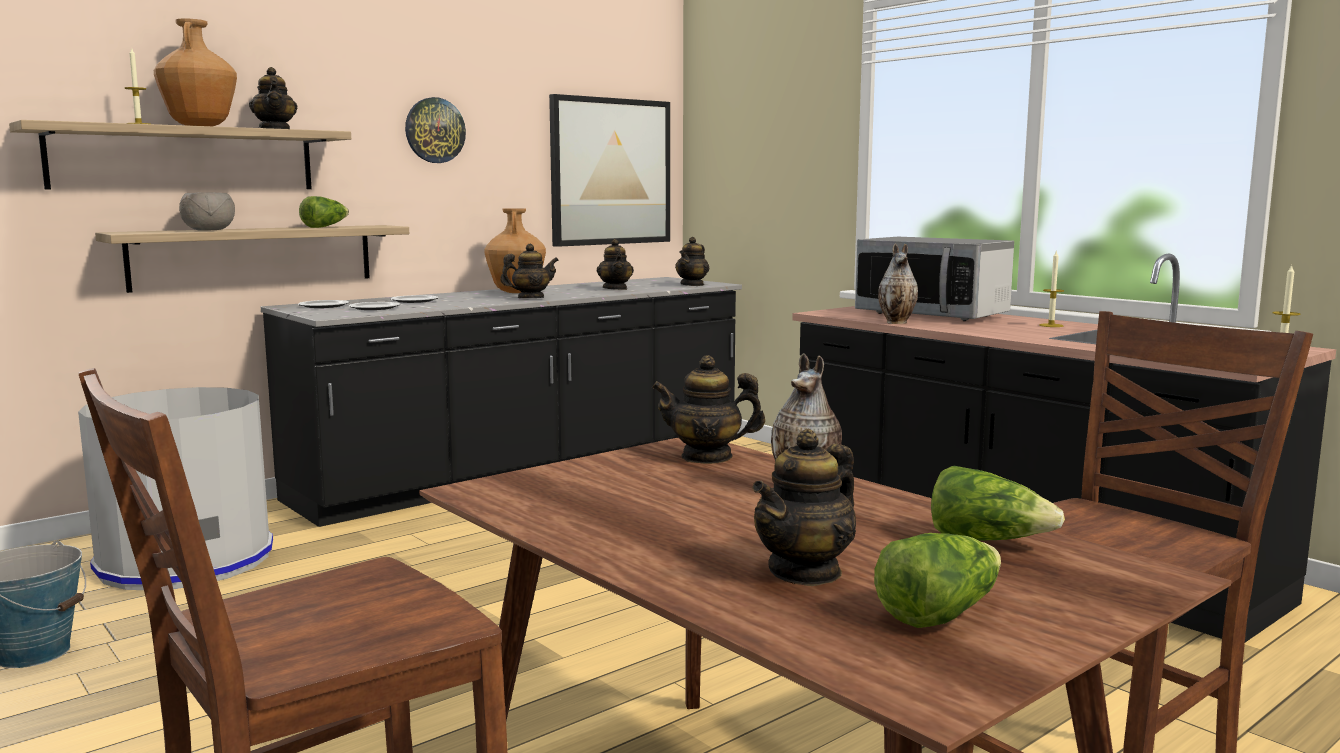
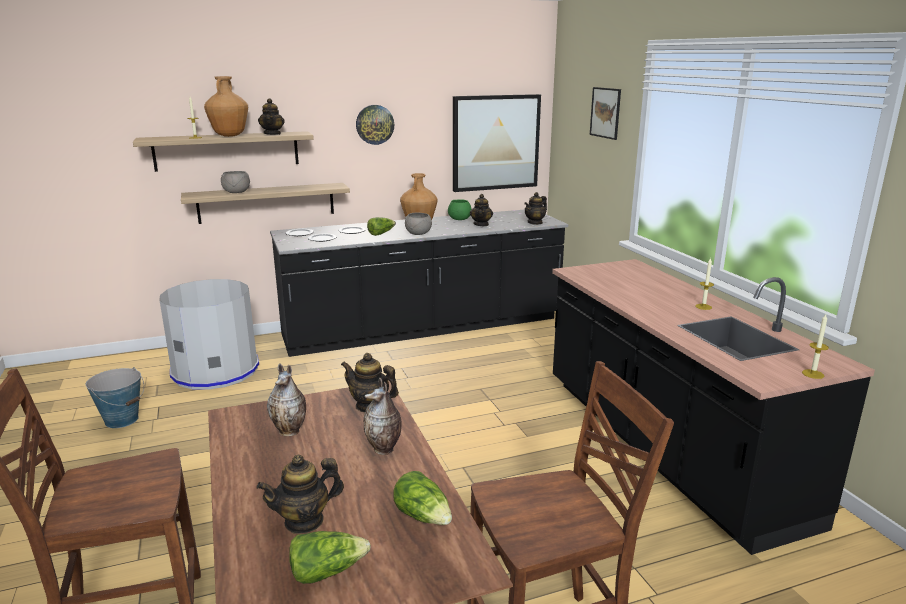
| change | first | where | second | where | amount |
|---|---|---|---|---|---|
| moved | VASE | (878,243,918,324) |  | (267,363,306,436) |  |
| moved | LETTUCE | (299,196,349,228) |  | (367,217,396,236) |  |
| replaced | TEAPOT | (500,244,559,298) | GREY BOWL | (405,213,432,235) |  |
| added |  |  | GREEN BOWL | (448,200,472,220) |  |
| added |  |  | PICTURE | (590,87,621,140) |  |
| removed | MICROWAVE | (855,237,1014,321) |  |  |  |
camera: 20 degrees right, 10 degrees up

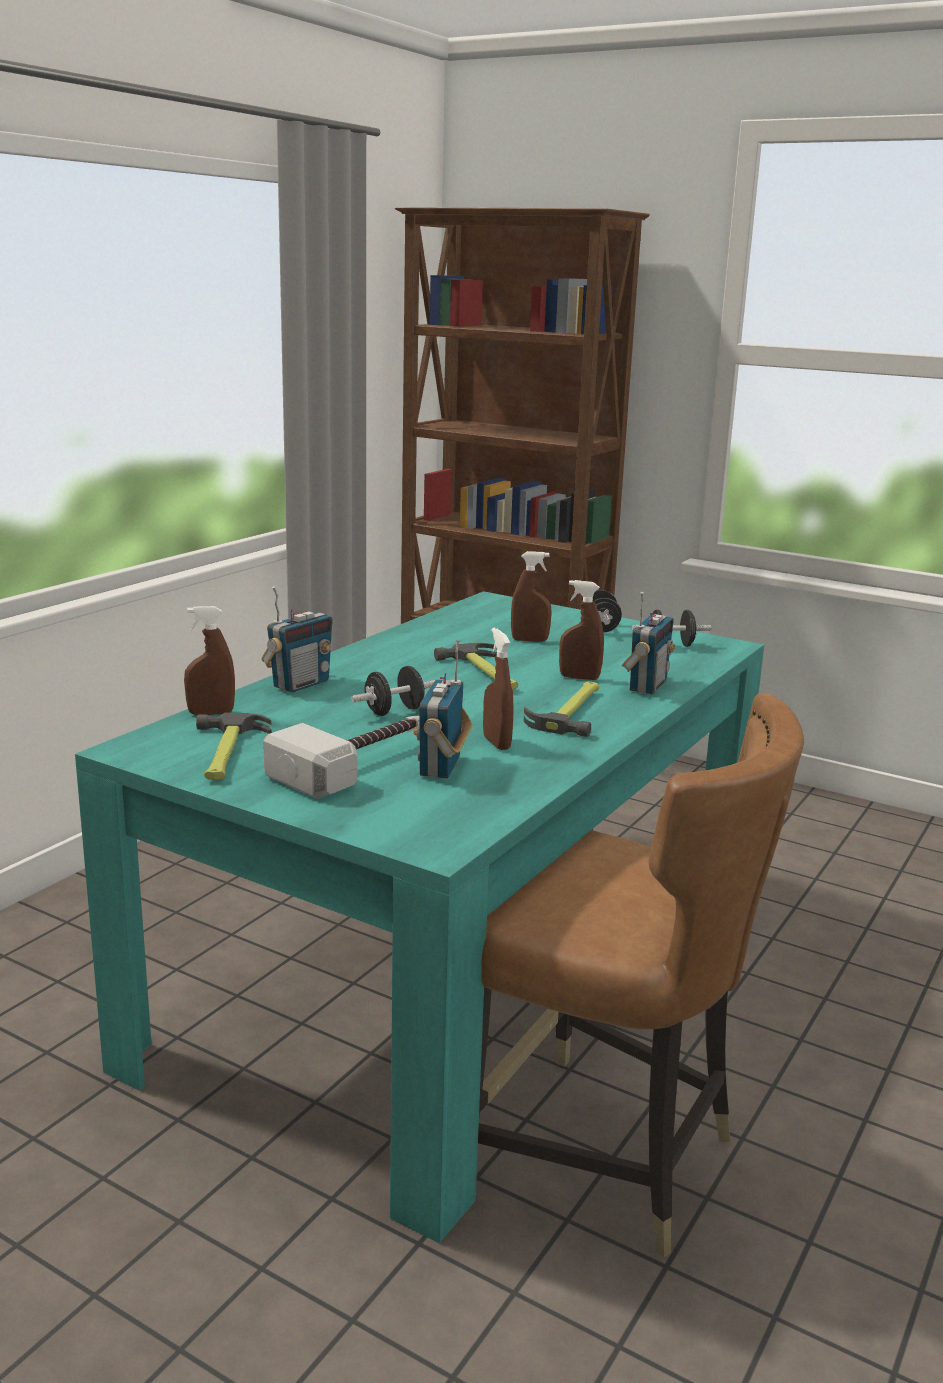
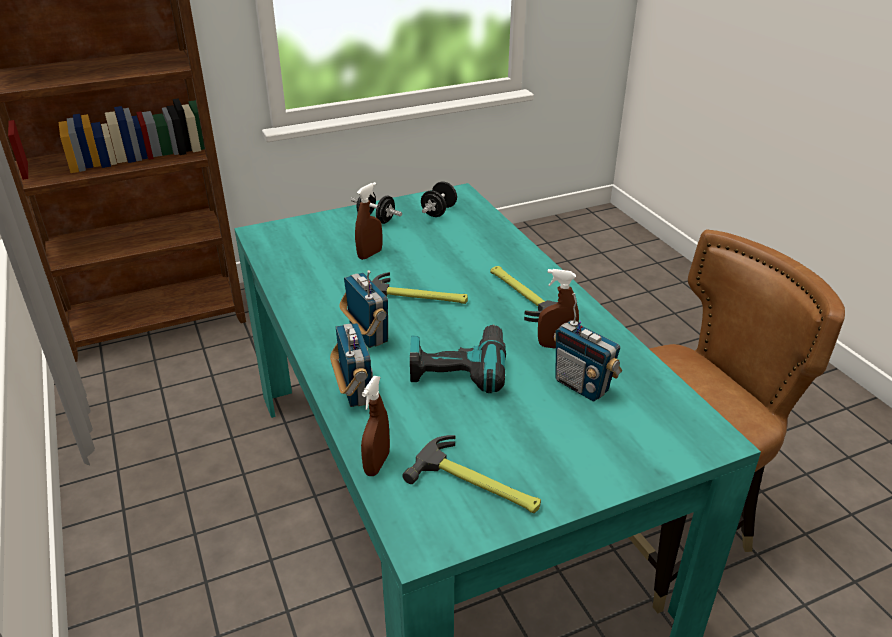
| change | first | where | second | where | amount |
|---|---|---|---|---|---|
| moved | RADIO | (621,592,675,694) |  | (340,270,388,348) |  |
| replaced | BLACK DUMBBELL | (351,666,435,716) | POWER DRILL | (410,324,506,393) |  |
| removed | HAMMER | (263,716,420,799) |  |  |  |
| removed | BROWN SPRAY BOTTLE | (559,580,604,680) |  |  |  |
camera: 55 degrees left, 15 degrees up

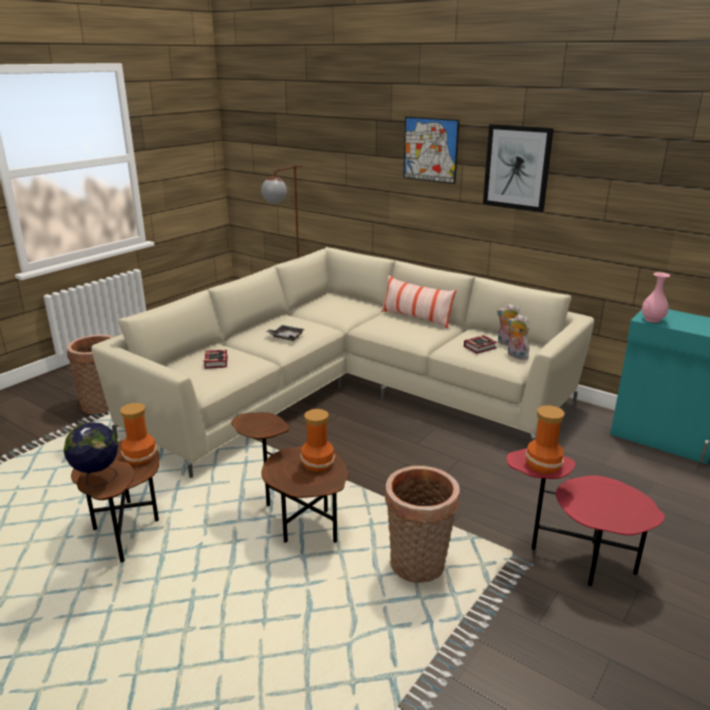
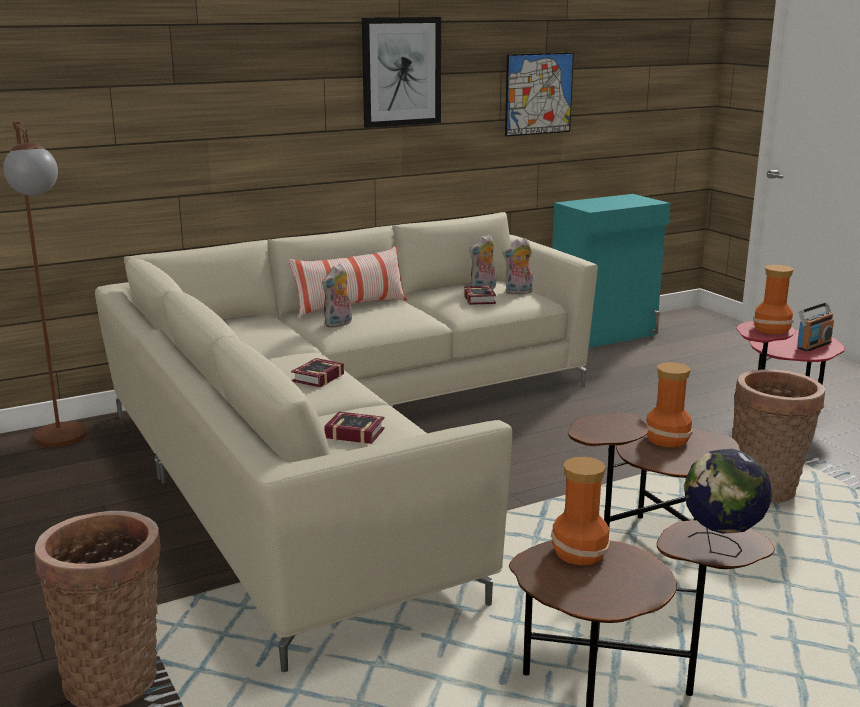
| change | first | where | second | where | amount |
|---|---|---|---|---|---|
| replaced | GREY TRAY | (266,325,305,341) | BOOK | (291,358,344,387) |  |
| added |  |  | PLUSH TOY | (322,264,352,328) |  |
| moved | PICTURE | (403,117,459,184) |  | (505,52,574,137) |  |
| added |  |  | RADIO | (797,302,834,352) |  |
| removed | PINK VASE | (642,272,670,323) |  |  |  |
camera: 65 degrees left, 5 degrees down

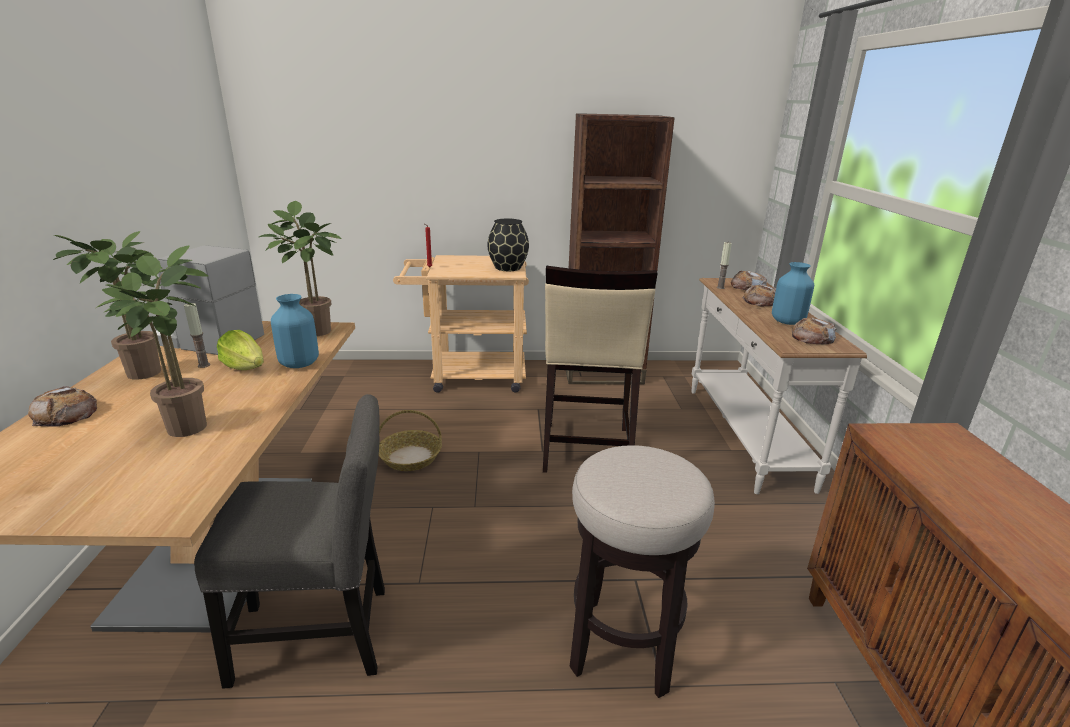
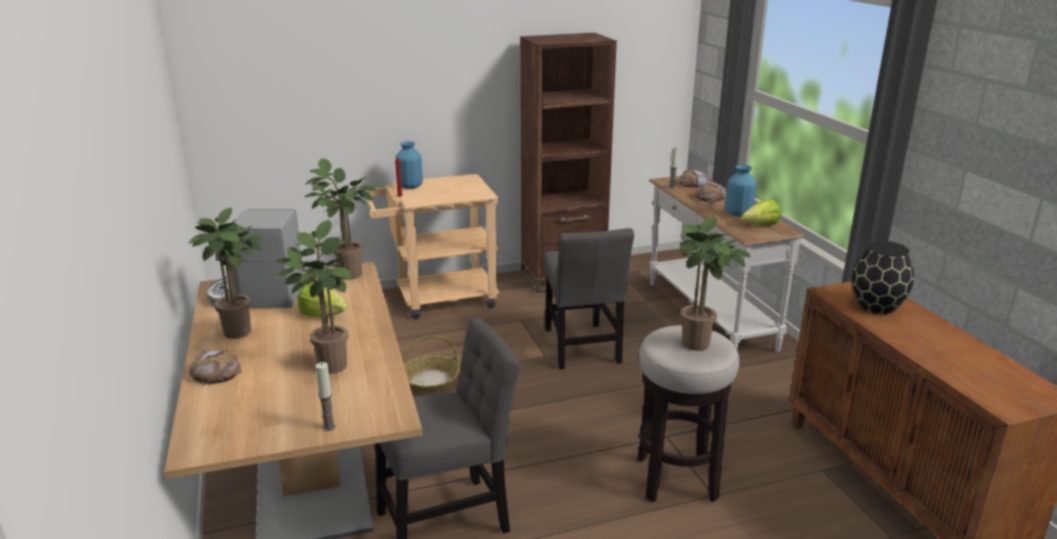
| change | first | where | second | where | amount |
|---|---|---|---|---|---|
| moved | CANDLE | (184,303,210,368) |  | (316,362,336,431) |  |
| moved | BLUE VASE | (271,294,319,368) |  | (396,141,423,189) |  |
| replaced | BEIGE STOOL | (543,265,658,473) | GREY CHAIR | (544,228,634,369) |  |
| added |  |  | POTTED PLANT | (680,217,750,351) |  |
| replaced | BREAD | (791,318,836,345) | LETTUCE | (741,200,781,226) |  |
| moved | BLACK VASE | (487,219,529,271) |  | (852,241,914,314) |  |
camera: 15 degrees left, 0 degrees up

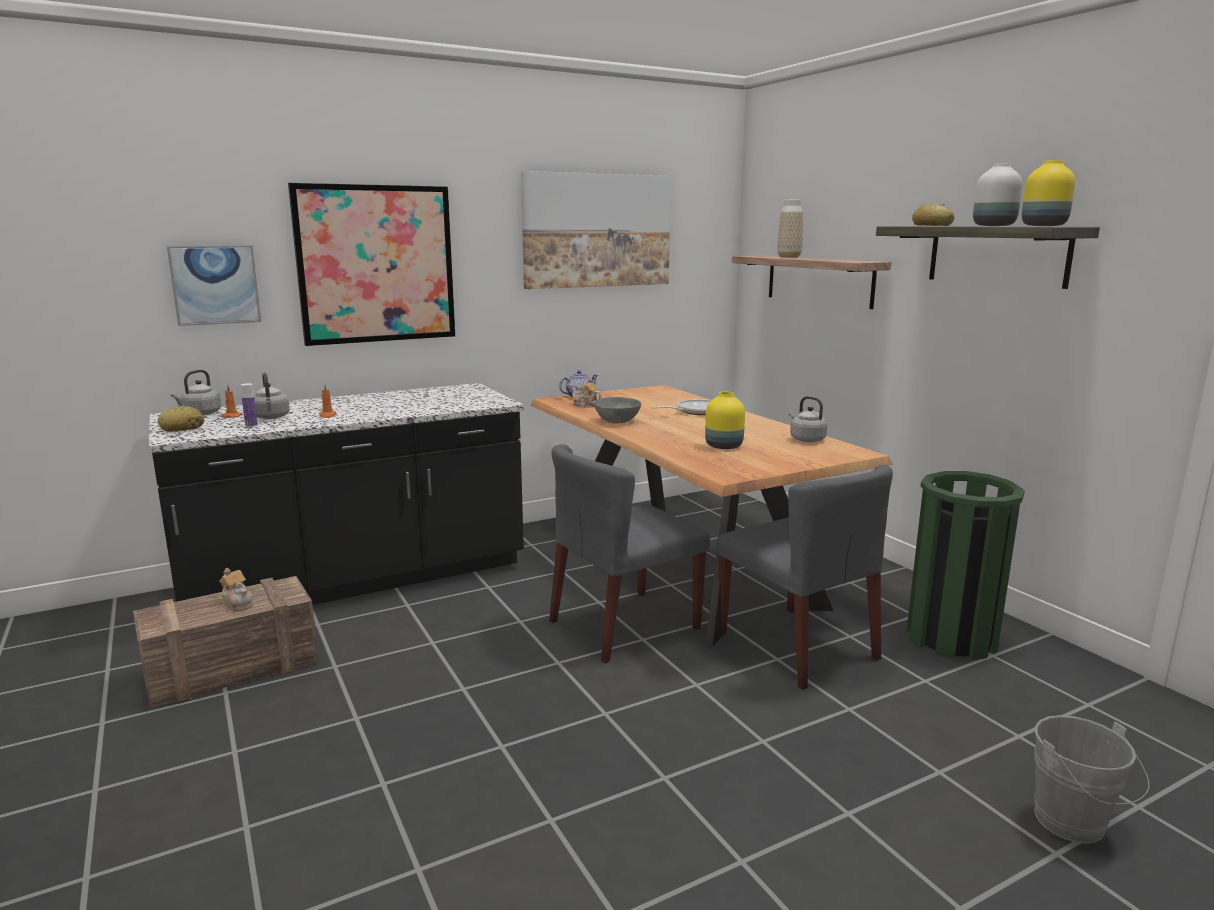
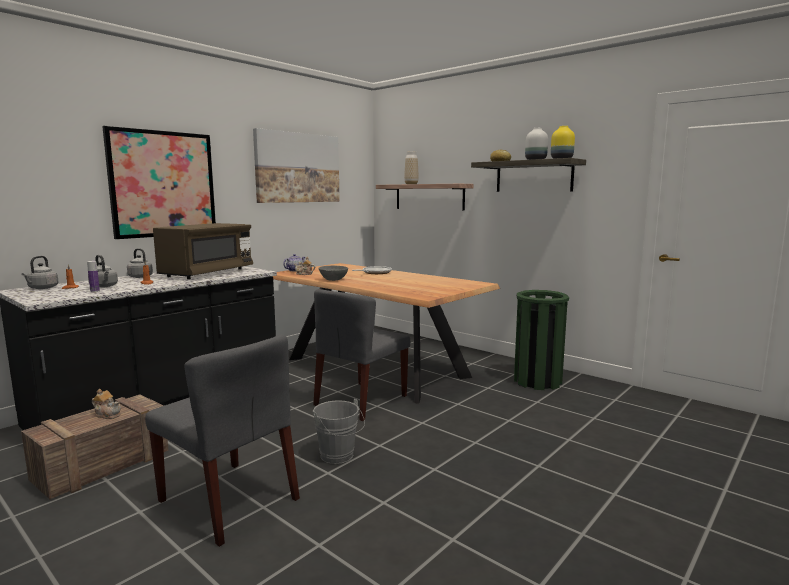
| change | first | where | second | where | amount |
|---|---|---|---|---|---|
| moved | GREY KETTLE | (789,396,827,442) |  | (127,248,153,278) |  |
| moved | GREY CHAIR | (716,465,893,690) |  | (145,334,300,547) |  |
| added |  |  | BROWN MICROWAVE | (153,223,253,279) |  |
| moved | GREY BUCKET | (1034,715,1150,843) |  | (313,399,365,464) |  |
| removed | BREAD | (158,406,204,432) |  |  |  |
| removed | PICTURE | (167,245,261,326) |  |  |  |
| removed | YELLOW VASE | (705,392,745,449) |  |  |  |
camera: 20 degrees left, 5 degrees down

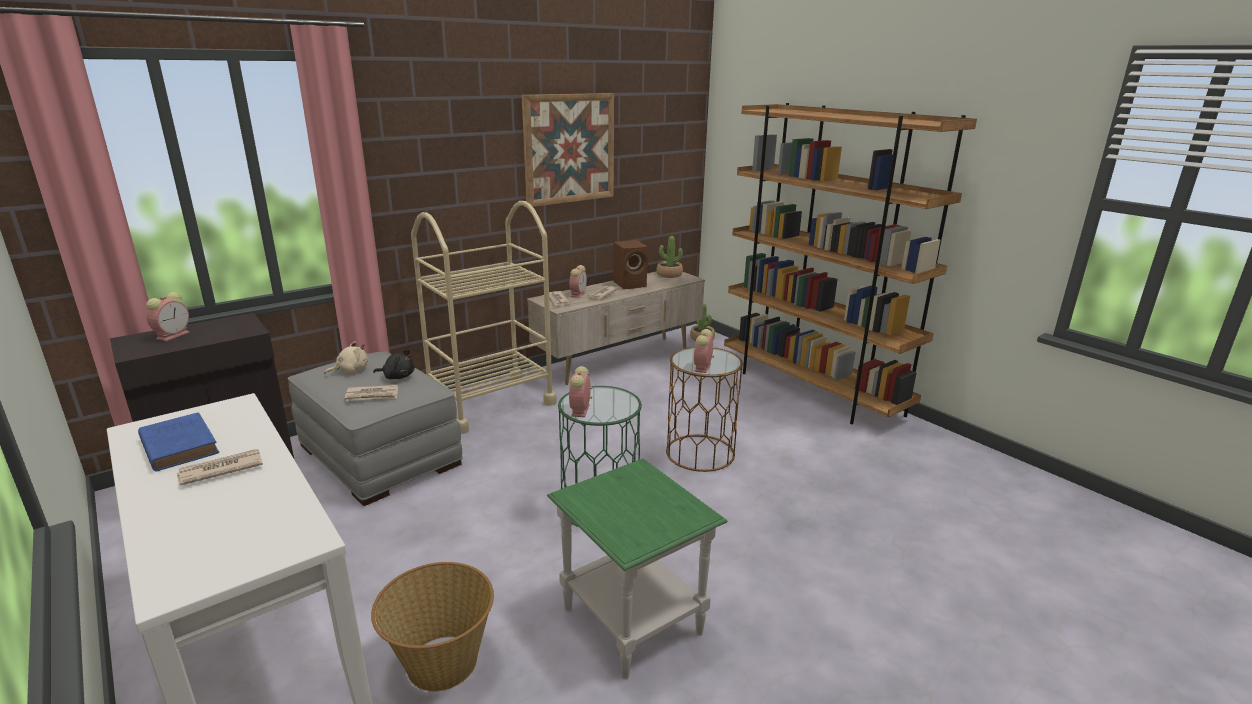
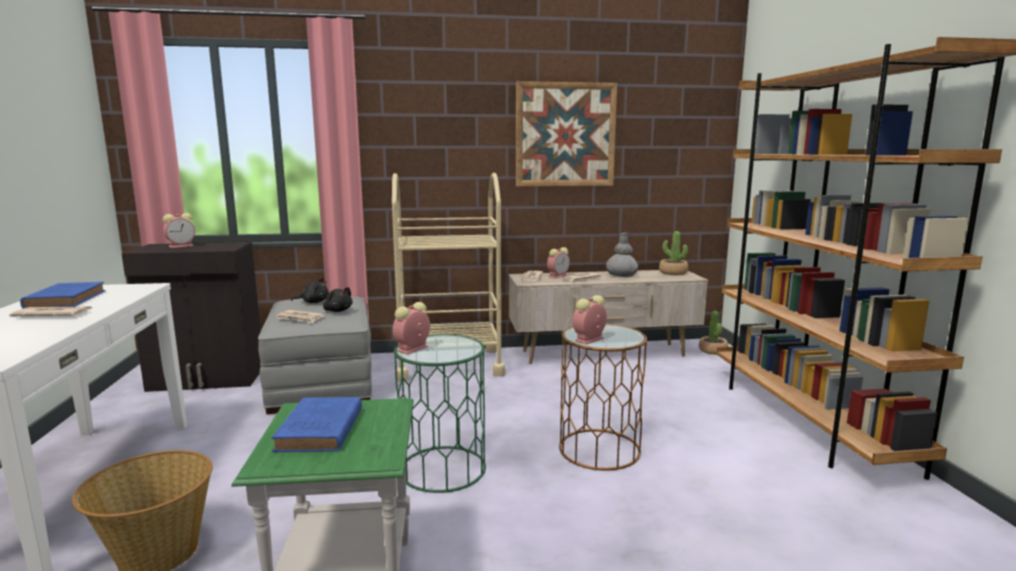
| change | first | where | second | where | amount |
|---|---|---|---|---|---|
| added |  |  | BLUE BOOK | (272,397,362,452) |  |
| recoloured | BEIGE PLUSH TOY | (324,341,368,374) | BLACK PLUSH TOY | (291,278,329,303) |  |
| replaced | BROWN SPEAKER | (613,240,648,289) | GREY VASE | (606,232,638,277) |  |
camera: 30 degrees right, 10 degrees down

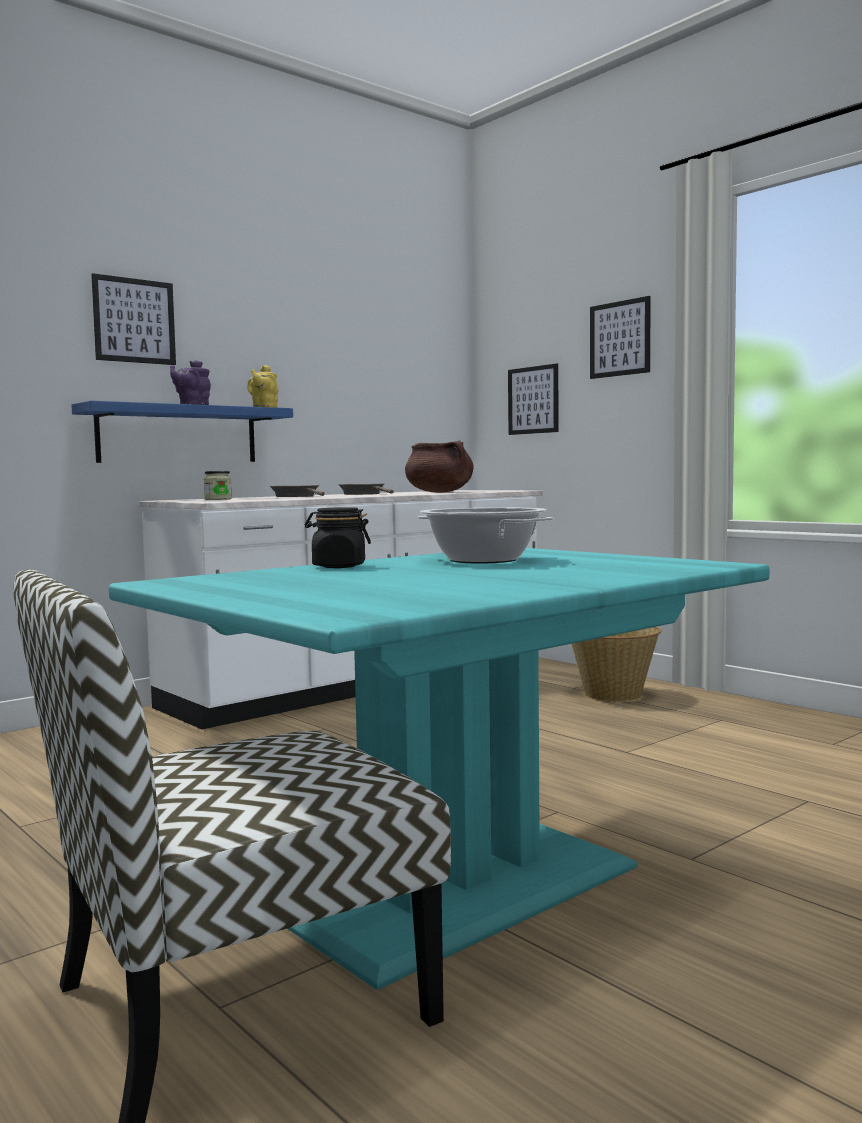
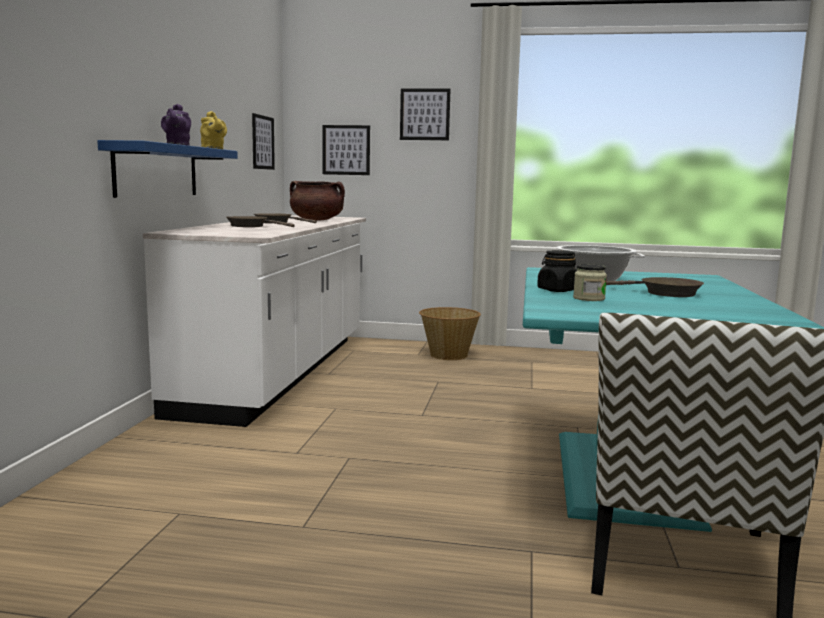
| change | first | where | second | where | amount |
|---|---|---|---|---|---|
| moved | PICTURE | (91,273,176,365) |  | (252,113,275,170) |  |
| moved | JAR | (204,471,232,500) |  | (573,264,607,301) |  |
| added |  |  | BROWN FRYING PAN | (606,277,704,297) |  |
camera: 40 degrees left, 5 degrees up

